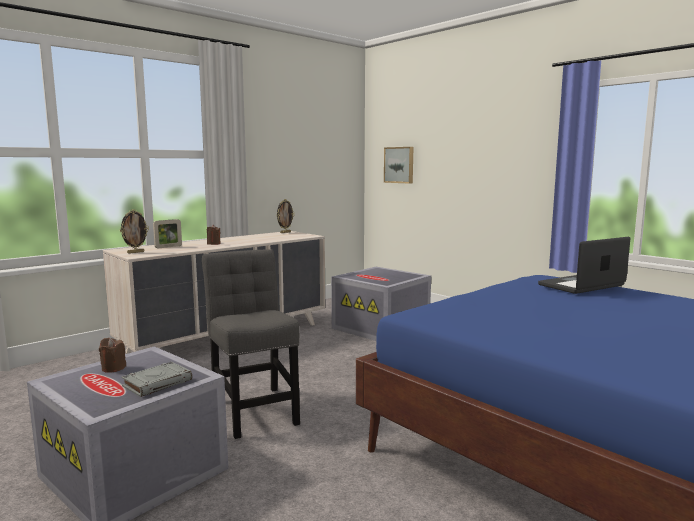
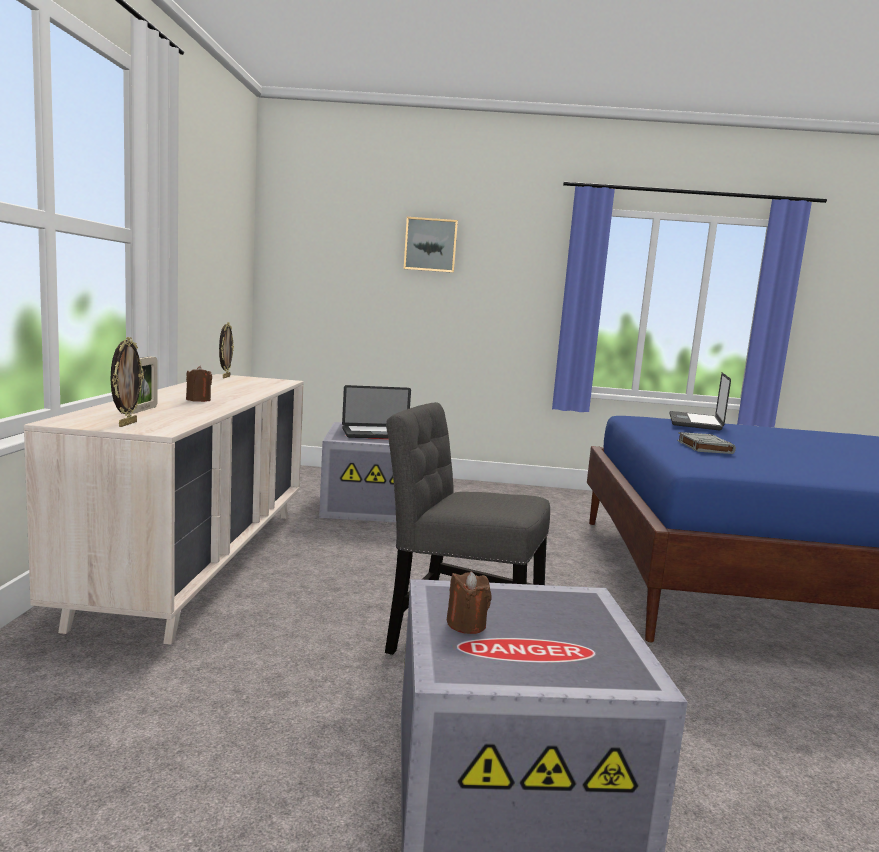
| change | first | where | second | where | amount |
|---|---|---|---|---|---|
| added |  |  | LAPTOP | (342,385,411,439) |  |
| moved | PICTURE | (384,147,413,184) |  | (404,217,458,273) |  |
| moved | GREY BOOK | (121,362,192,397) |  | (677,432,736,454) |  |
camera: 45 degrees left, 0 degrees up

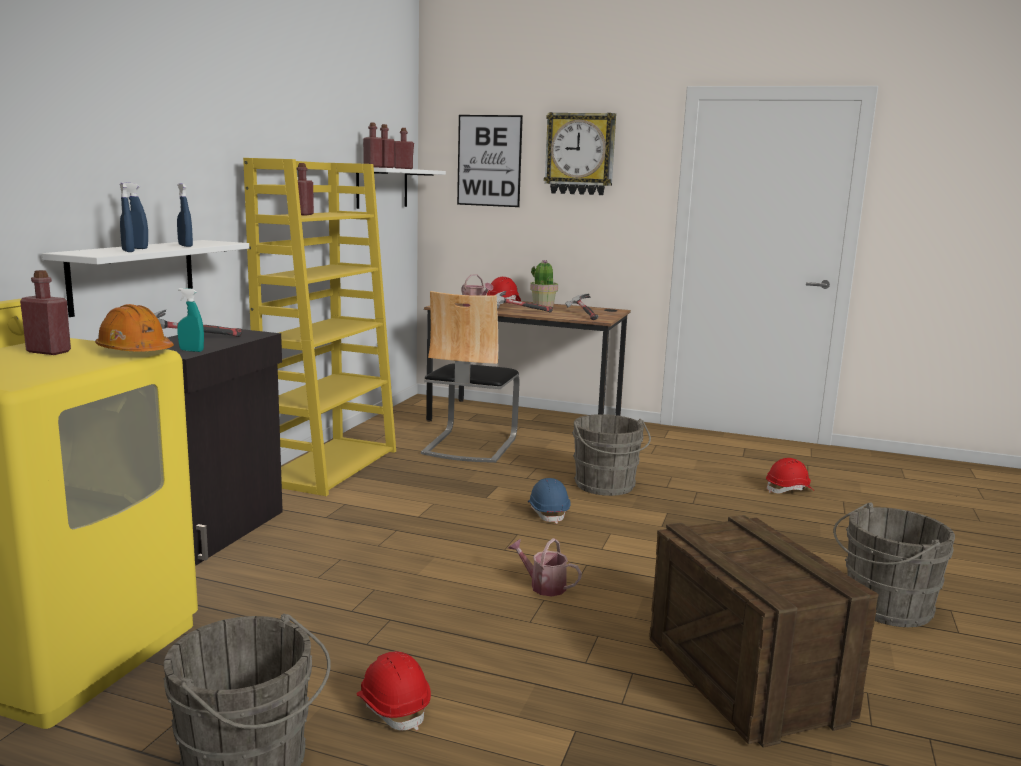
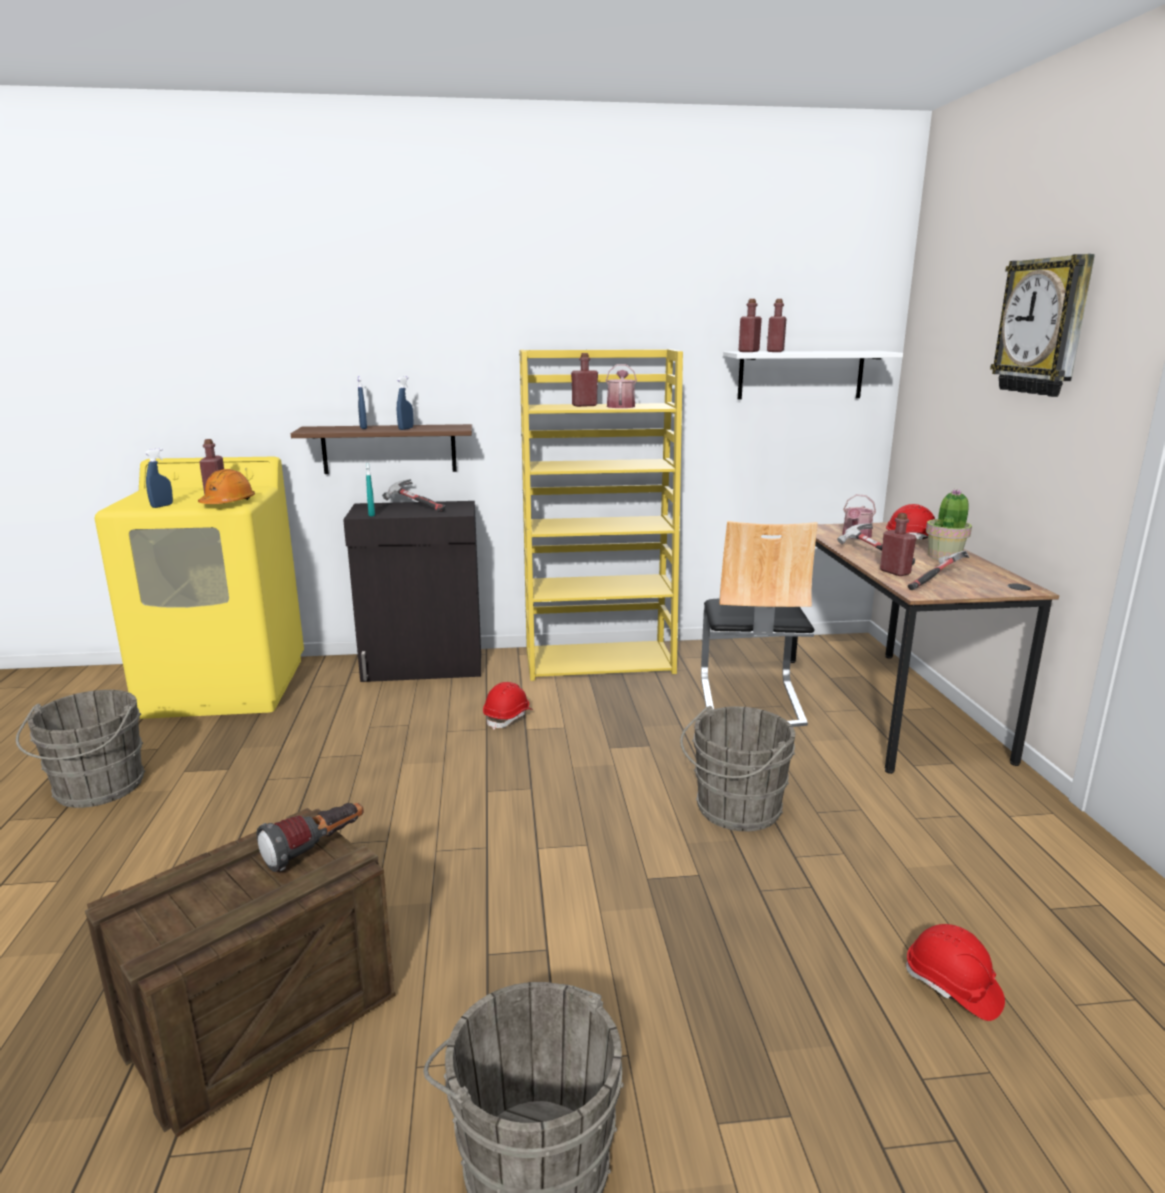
| change | first | where | second | where | amount |
|---|---|---|---|---|---|
| moved | BLUE SPRAY BOTTLE | (120,183,134,252) |  | (145,448,173,508) |  |
| added |  |  | FLASHLIGHT | (256,803,364,872) |  |
| recoloured | WHITE SHELF | (42,240,249,317) | BROWN SHELF | (291,424,472,474) |  |
| moved | RED HARD HAT | (357,651,431,731) |  | (483,682,533,730) |  |
| moved | WATERING CAN | (508,538,582,596) |  | (606,364,637,408) |  |
| turned | CHAIR | (421,291,519,463) |  | (701,521,818,727) | 75 degrees counterclockwise |
| moved | RED BOTTLE | (394,128,414,169) |  | (880,513,916,576) |  |
| removed | PICTURE | (457,115,523,207) |  |  |  |
| removed | BLUE HARD HAT | (528,478,571,524) |  |  |  |
camera: 65 degrees right, 5 degrees up

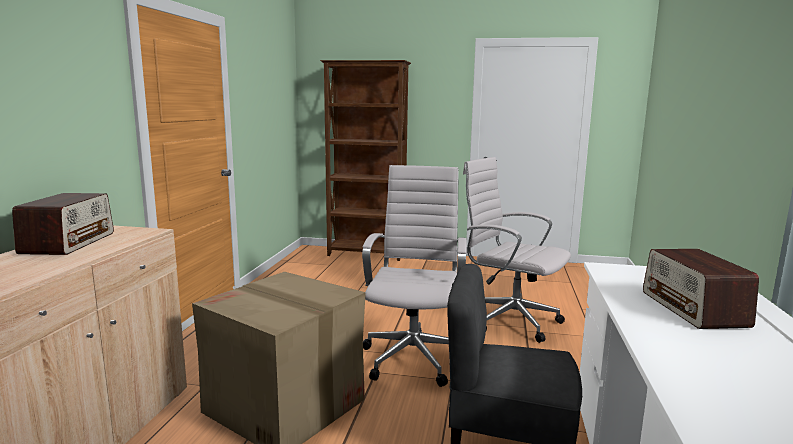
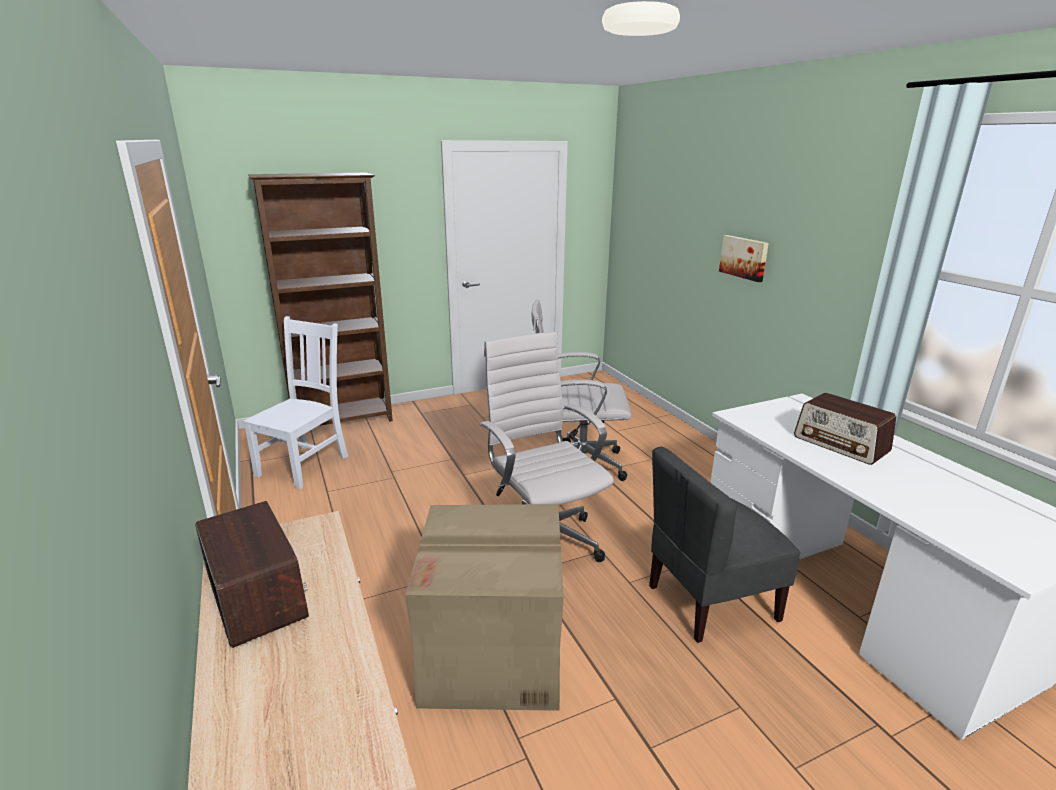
| change | first | where | second | where | amount |
|---|---|---|---|---|---|
| added |  |  | WHITE CHAIR | (243,316,348,489) |  |
| added |  |  | PICTURE | (719,235,769,282) |  |
camera: 35 degrees left, 10 degrees up

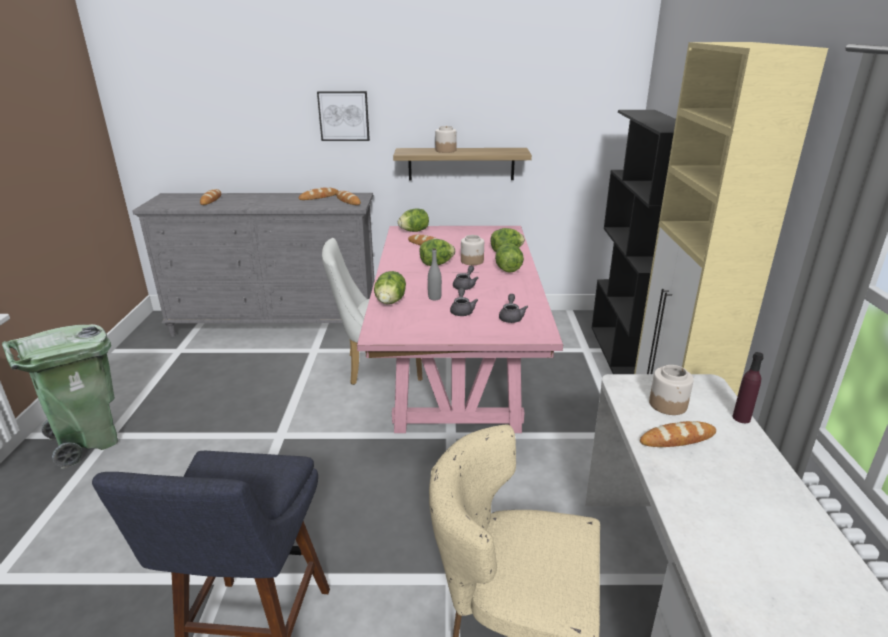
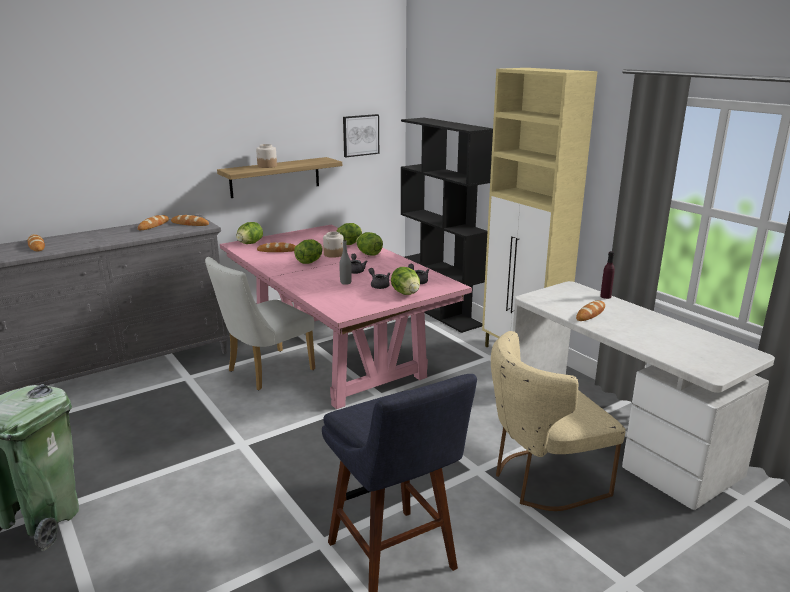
| change | first | where | second | where | amount |
|---|---|---|---|---|---|
| moved | PICTURE | (317,91,370,141) |  | (343,114,379,157) |  |
| moved | LETTUCE | (374,271,406,304) |  | (391,267,420,295) |  |
| removed | JAR | (649,365,694,415) |  |  |  |
camera: 35 degrees left, 5 degrees down

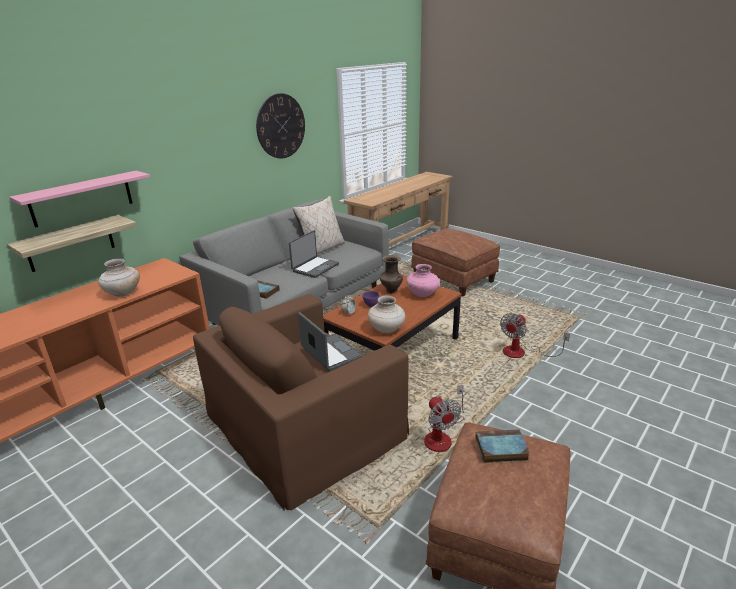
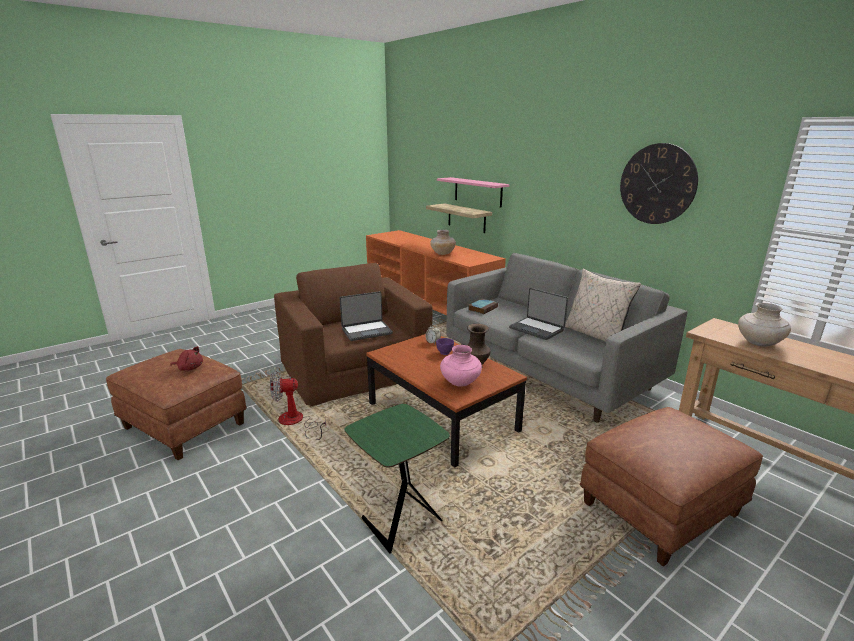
| change | first | where | second | where | amount |
|---|---|---|---|---|---|
| replaced | BOOK | (475,430,530,463) | RED PLUSH TOY | (170,346,203,371) |  |
| replaced | FAN | (500,313,570,358) | GREEN SIDE TABLE | (345,404,450,554) |  |
| moved | BEIGE VASE | (368,296,405,333) |  | (738,303,791,347) |  |
camera: 100 degrees right, 5 degrees down

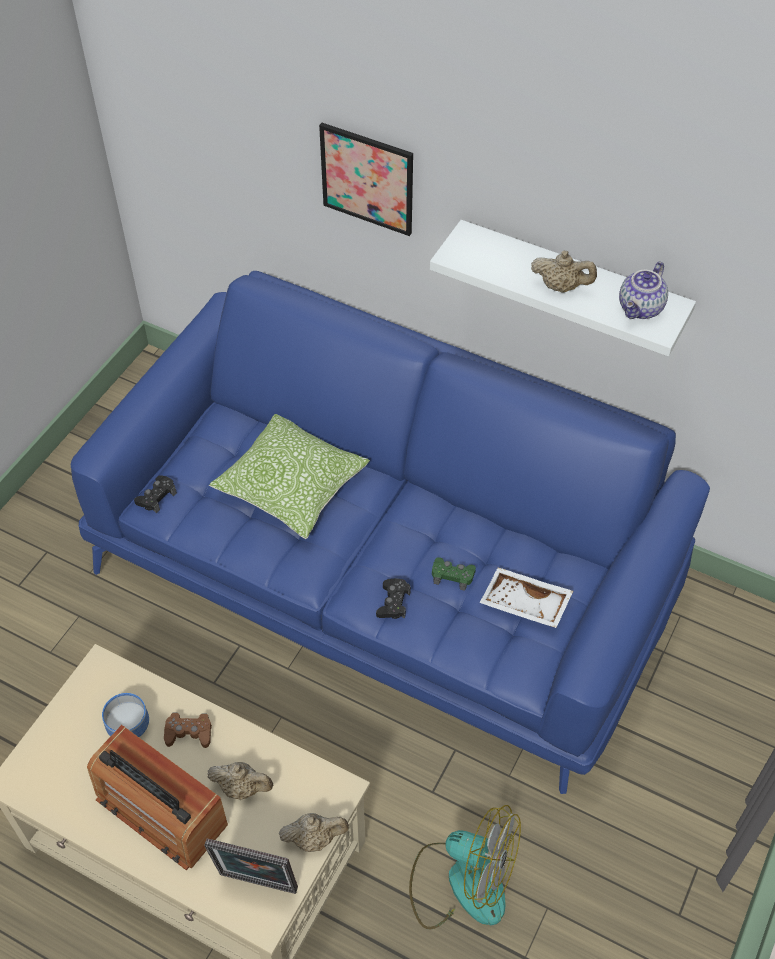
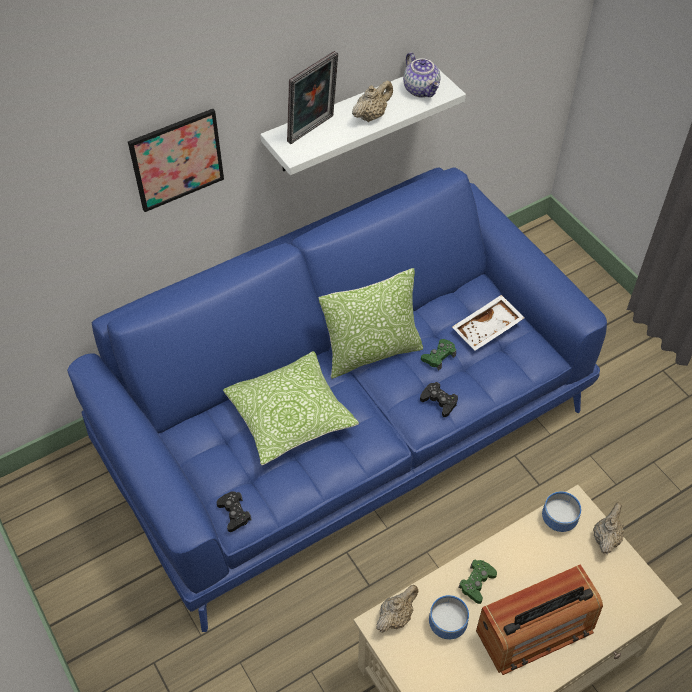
| change | first | where | second | where | amount |
|---|---|---|---|---|---|
| moved | PICTURE FRAME | (204,838,298,894) |  | (287,51,338,144) |  |
| added |  |  | PILLOW | (319,268,423,379) |  |
| moved | BEIGE TEAPOT | (207,762,273,800) |  | (376,585,418,633) |  |
| recoloured | BROWN GAME CONTROLLER | (164,713,212,748) | GREEN GAME CONTROLLER | (459,560,497,604) |  |
| added |  |  | BOWL | (542,491,581,532) |  |
| removed | FAN | (409,805,521,930) |  |  |  |
camera: 60 degrees left, 0 degrees up

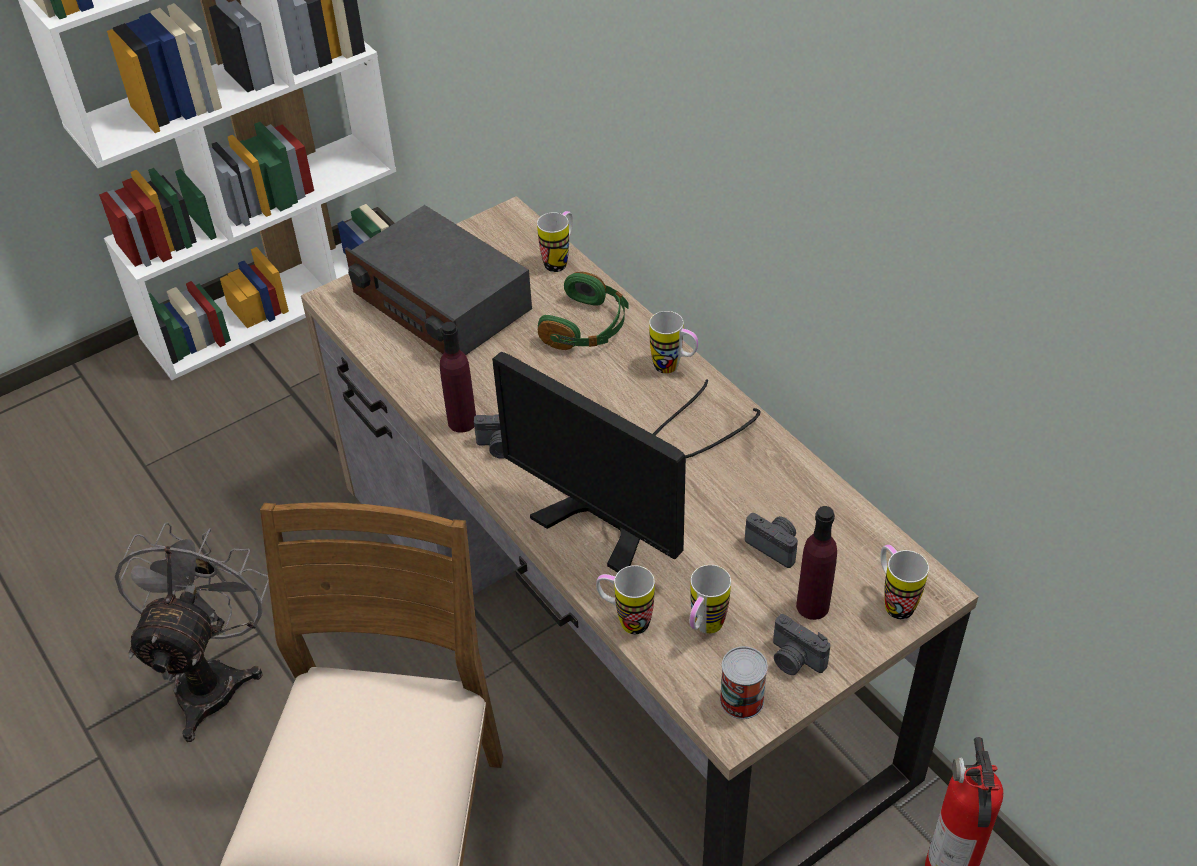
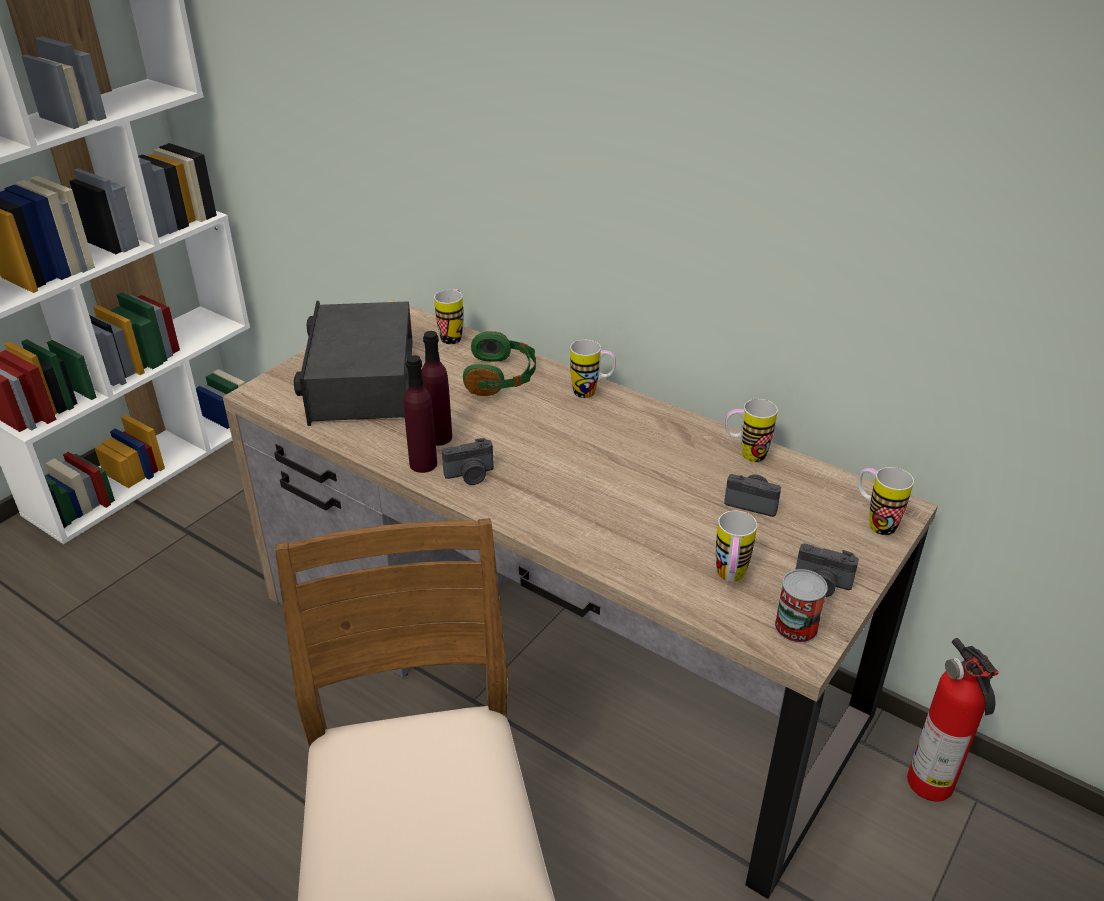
| change | first | where | second | where | amount |
|---|---|---|---|---|---|
| turned | RADIO | (345,205,532,355) |  | (294,301,413,426) | 60 degrees clockwise |
| moved | PURPLE BOTTLE | (796,506,837,620) |  | (421,331,452,446) |  |
| moved | MUG | (596,565,655,634) |  | (725,399,778,462) |  |
| removed | GREY FAN | (115,522,269,742) |  |  |  |
| removed | MONITOR | (492,352,760,573) |  |  |  |
camera: 20 degrees left, 10 degrees down

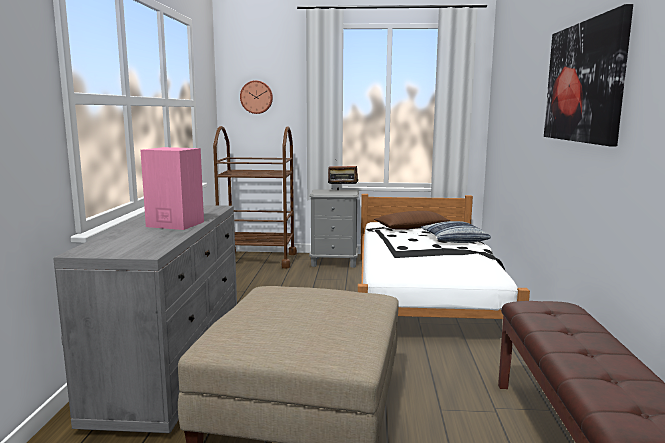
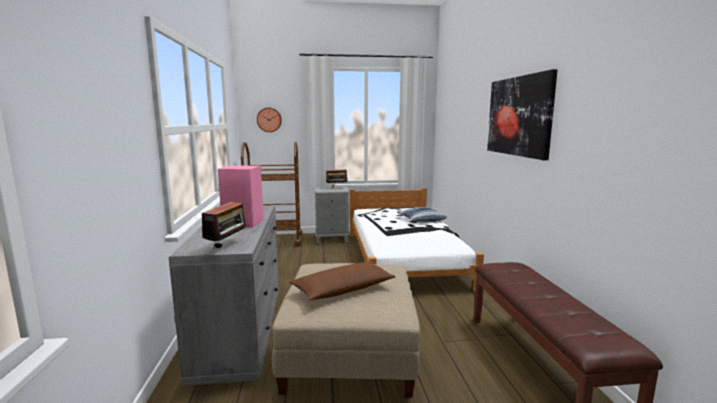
| change | first | where | second | where | amount |
|---|---|---|---|---|---|
| added |  |  | RADIO | (202,198,249,248) |  |
| moved | BROWN PILLOW | (374,211,450,230) |  | (290,262,396,300) |  |
camera: 10 degrees left, 0 degrees up

